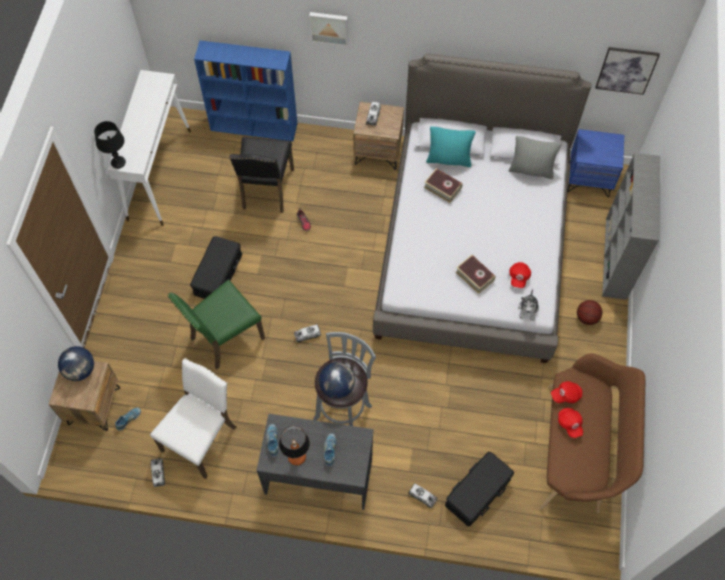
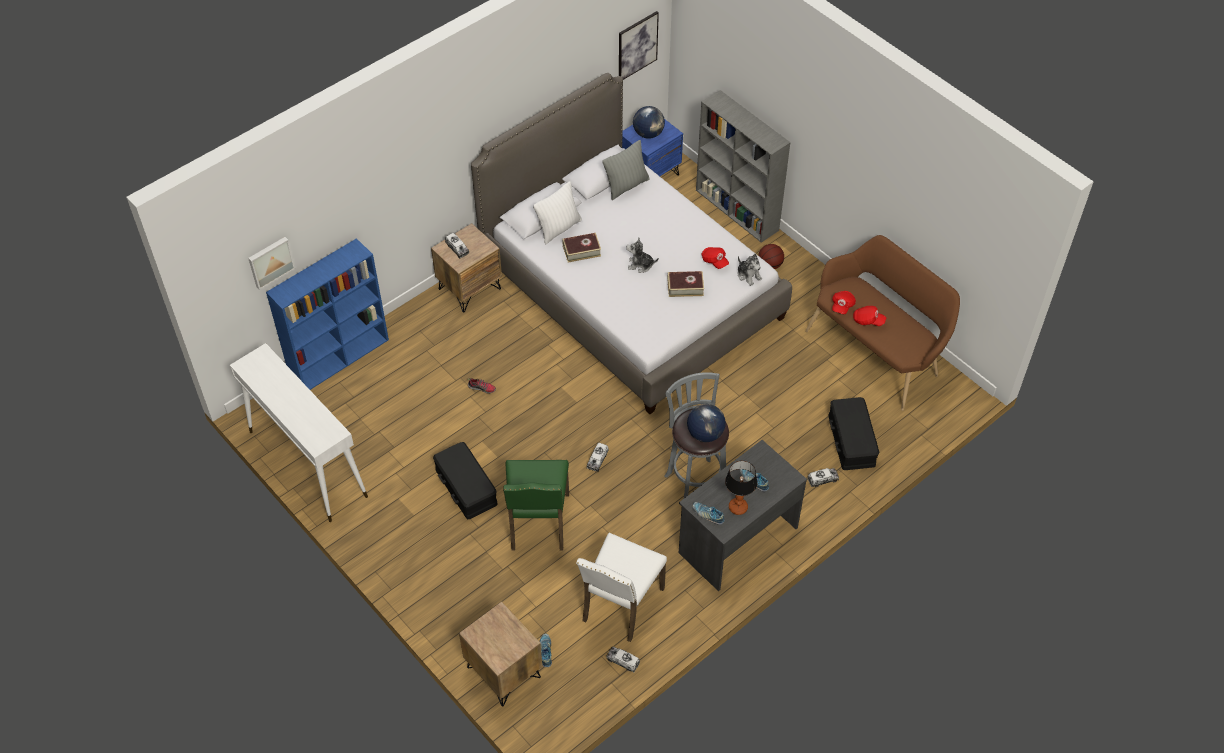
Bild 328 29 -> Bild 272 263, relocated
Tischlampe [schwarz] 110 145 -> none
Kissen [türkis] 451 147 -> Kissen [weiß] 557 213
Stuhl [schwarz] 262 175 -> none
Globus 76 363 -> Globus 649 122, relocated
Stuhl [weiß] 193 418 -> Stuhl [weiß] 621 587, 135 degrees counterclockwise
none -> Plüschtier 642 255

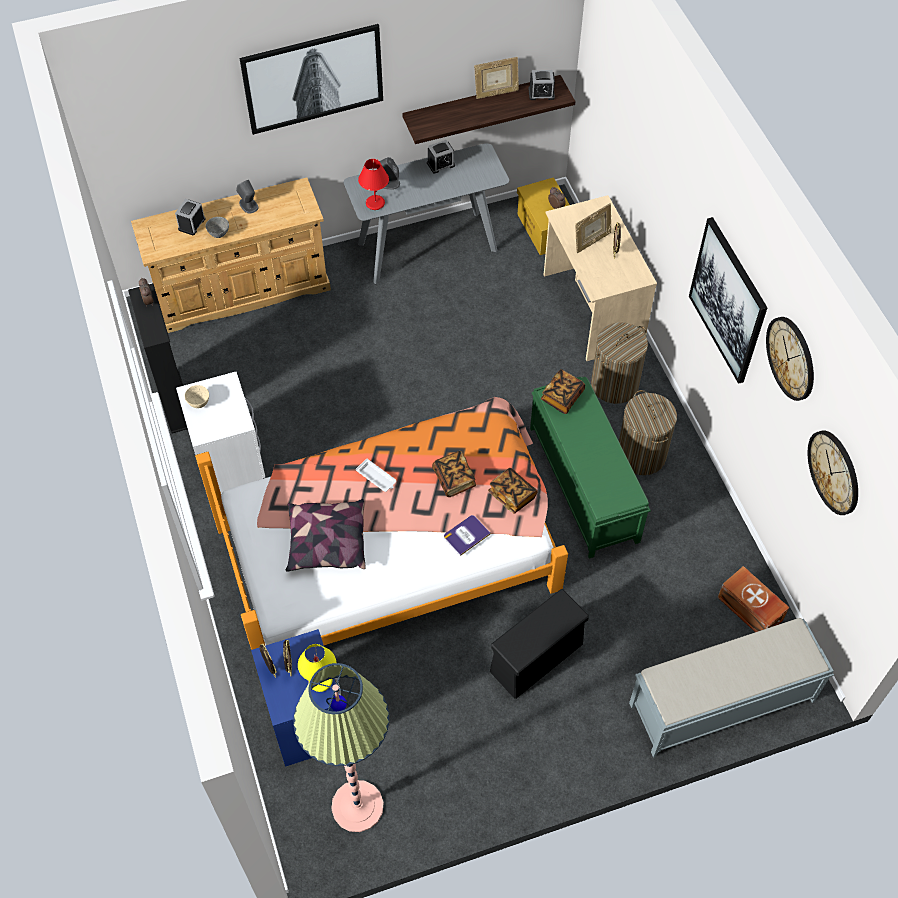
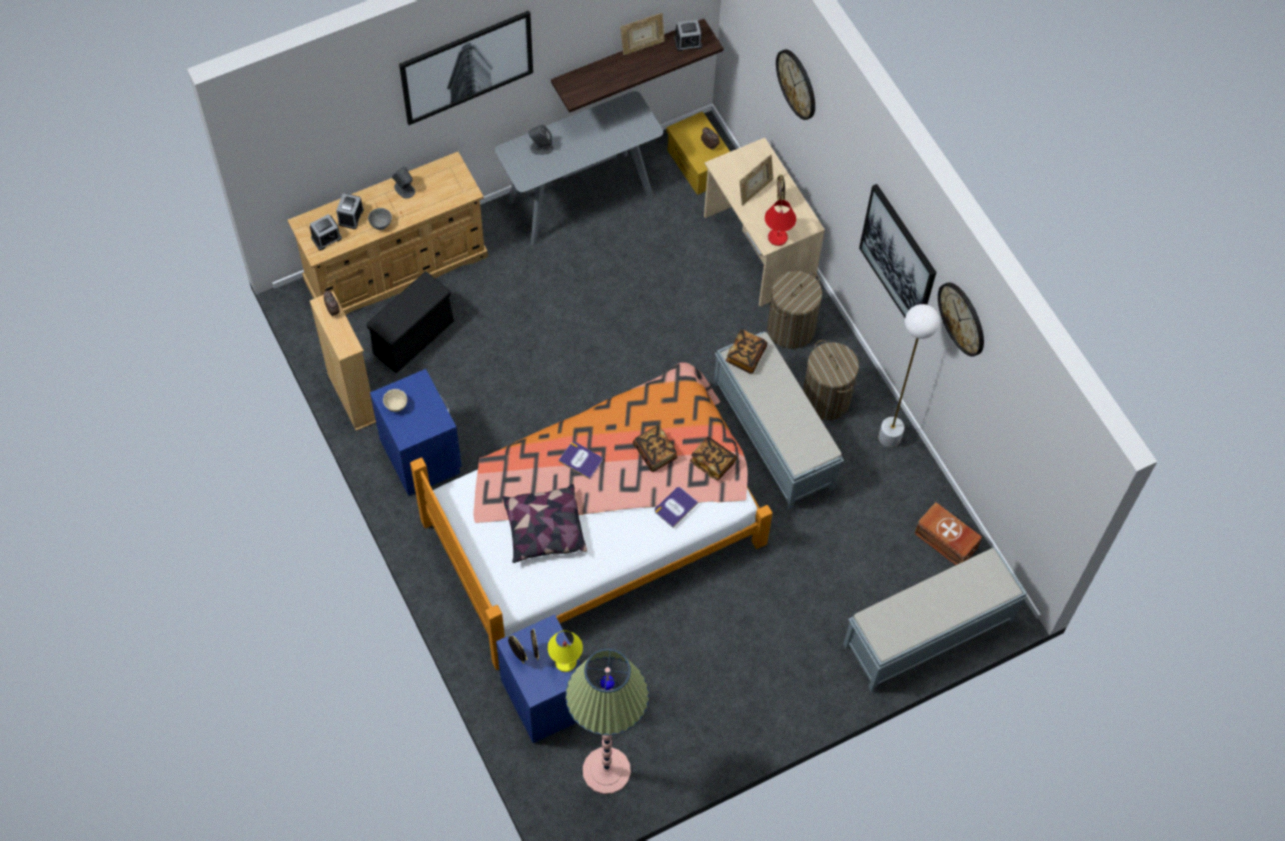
Wecker 441 157 -> Wecker 326 232, relocated
Tischlampe [rot] 373 184 -> Tischlampe [rot] 780 223, relocated
Bücherregal [schwarz] 158 358 -> Bücherregal [beige] 343 361
Nachttisch [weiß] 220 433 -> Nachttisch [blau] 416 432
Bank [grün] 590 468 -> Bank [grau] 779 420
Wanduhr 833 472 -> Wanduhr 795 84, relocated
Tablett [weiß] 376 475 -> Buch 580 460
Aufbewahrungsbox [schwarz] 539 644 -> Aufbewahrungsbox [schwarz] 410 322, relocated
none -> Stehlampe [weiß] 909 376

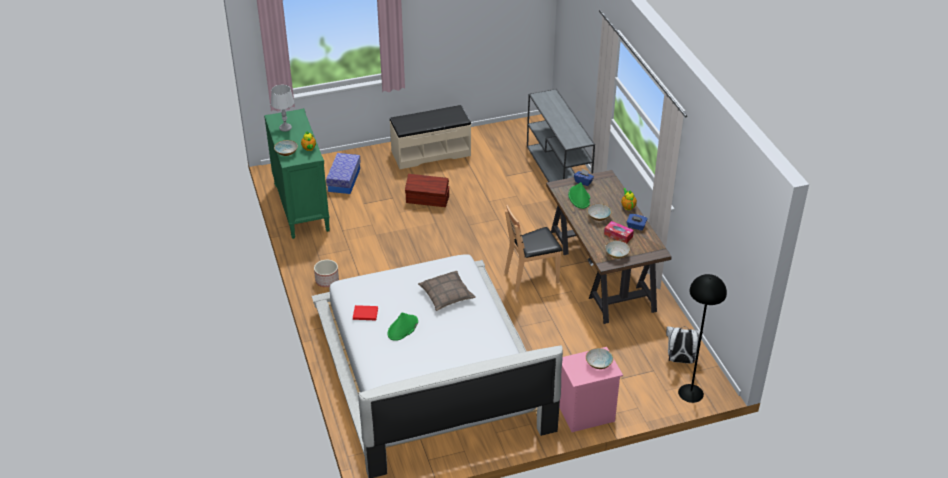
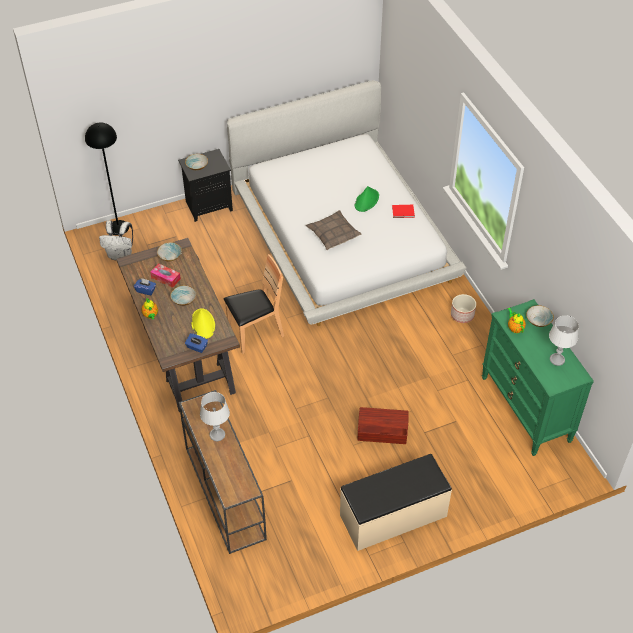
Konsolentisch [grau] 561 135 -> Konsolentisch [braun] 223 472
Aufbewahrungsbox 343 173 -> none
Hut [grün] 579 195 -> Hut [gelb] 203 323
Nachttisch [rosa] 591 389 -> Nachttisch [schwarz] 205 185
none -> Tischlampe [grau] 215 416

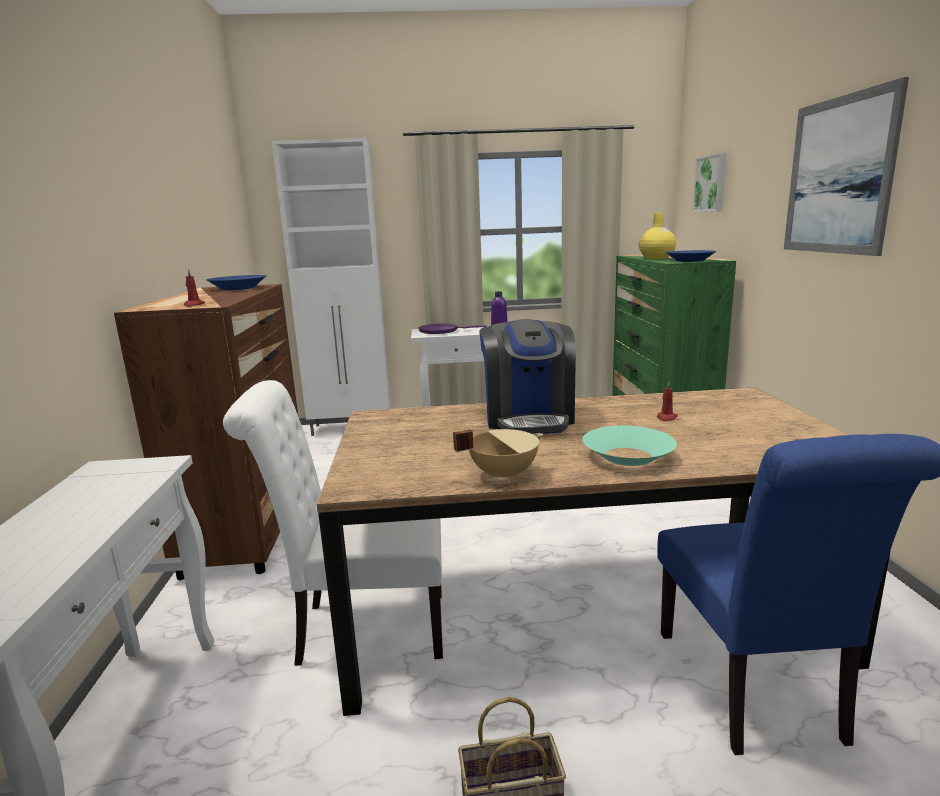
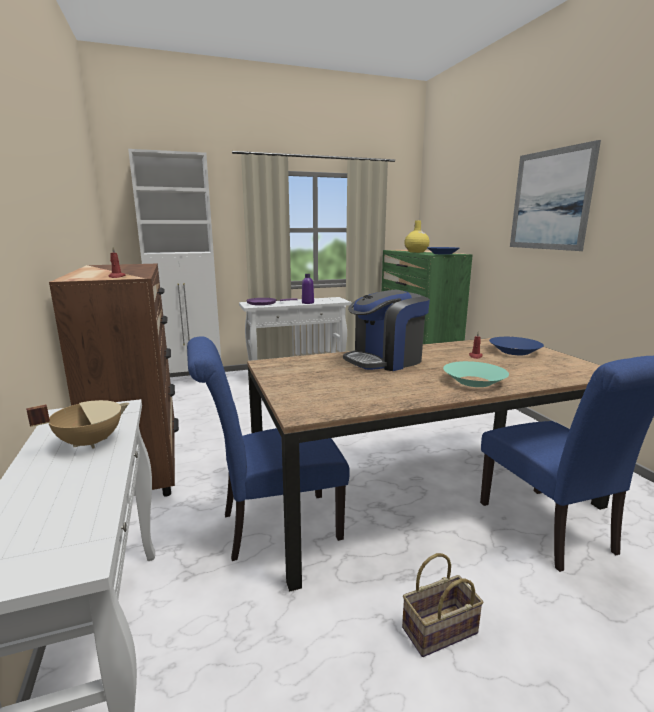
Bild 709 182 -> none
Schüssel [blau] 236 282 -> Schüssel [blau] 516 346, relocated
Kaffeemaschine 527 376 -> Kaffeemaschine 386 330, 75 degrees clockwise
Stuhl [weiß] 333 523 -> Stuhl [blau] 268 448
Kochtopf [beige] 498 455 -> Kochtopf [beige] 77 424, relocated

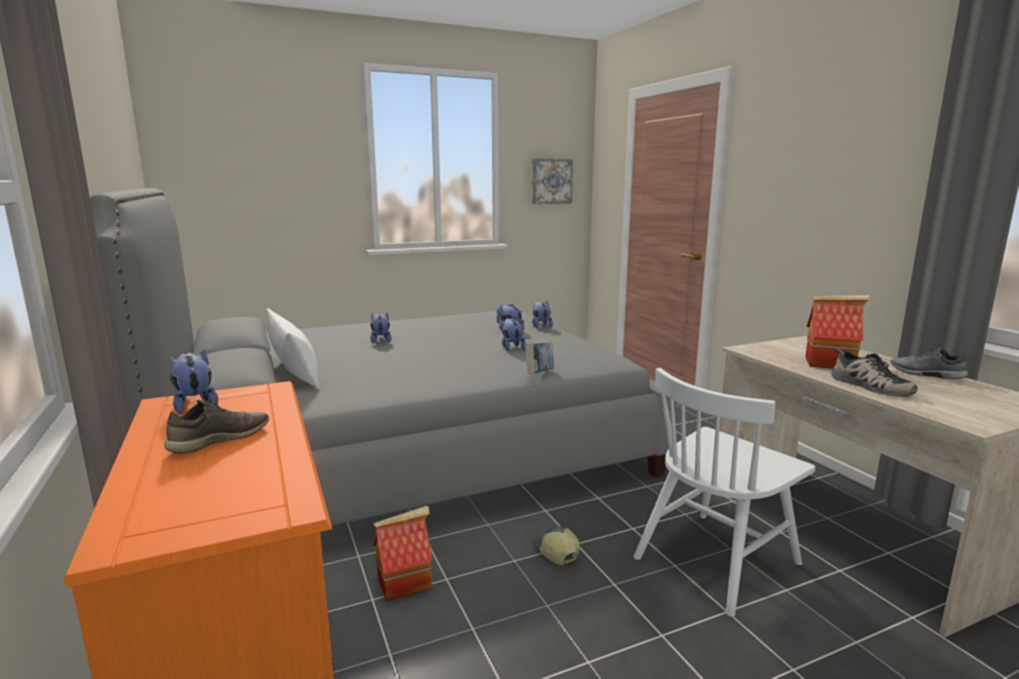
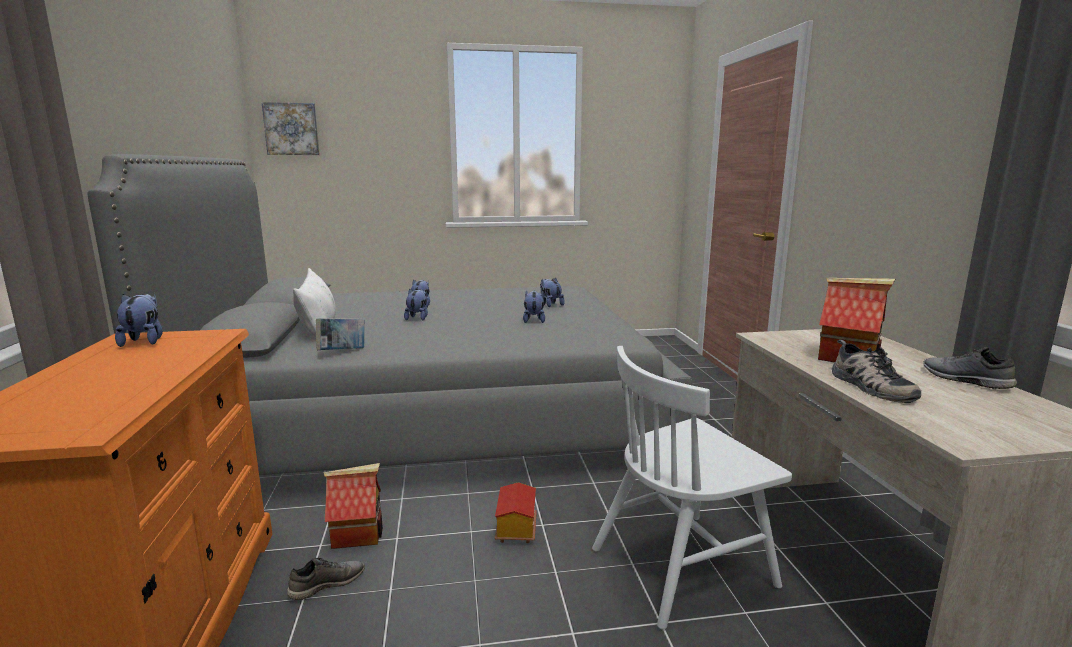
Bild 552 181 -> Bild 291 128, relocated
Plüschtier 542 314 -> Plüschtier 416 305, relocated
Buch 539 358 -> Buch 340 334, relocated
Schuh [grau] 216 426 -> Schuh [grau] 326 579, relocated
Kappe 556 545 -> Spielzeughaus 516 513

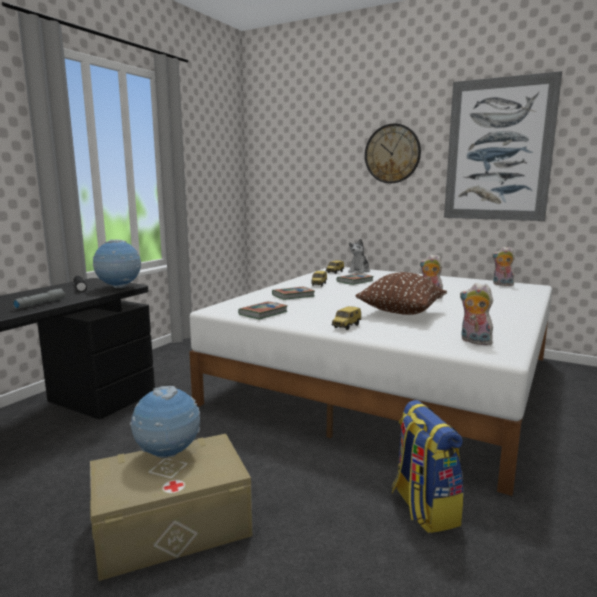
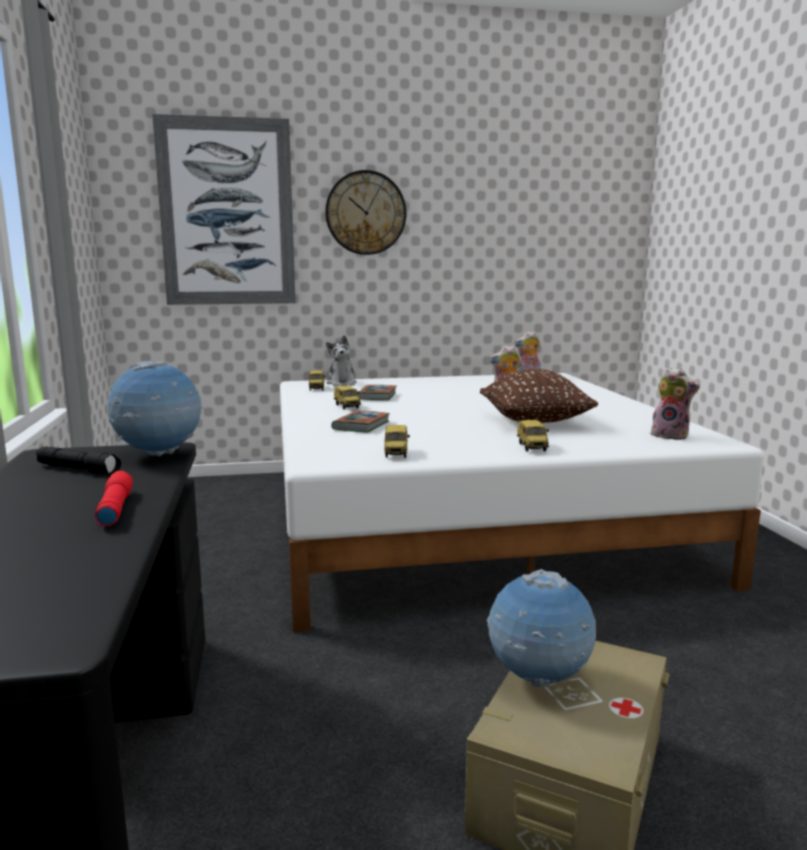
Bild 503 146 -> Bild 224 209, relocated
Plüschtier 476 314 -> Plüschtier 674 403, 150 degrees counterclockwise
Taschenlampe [grau] 39 299 -> Taschenlampe [rot] 114 498
Buch 263 310 -> Spielzeugauto 397 441
Rucksack 428 466 -> none

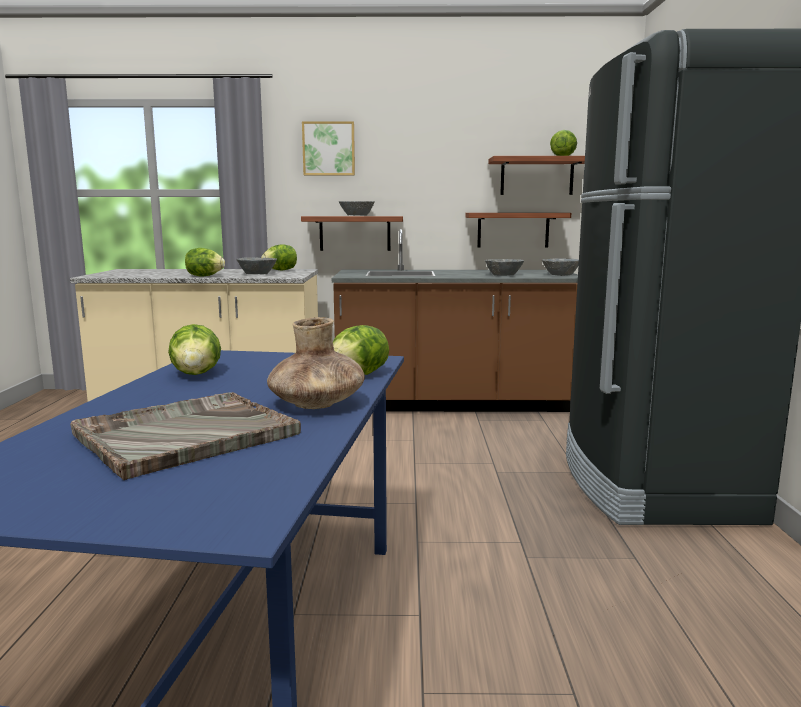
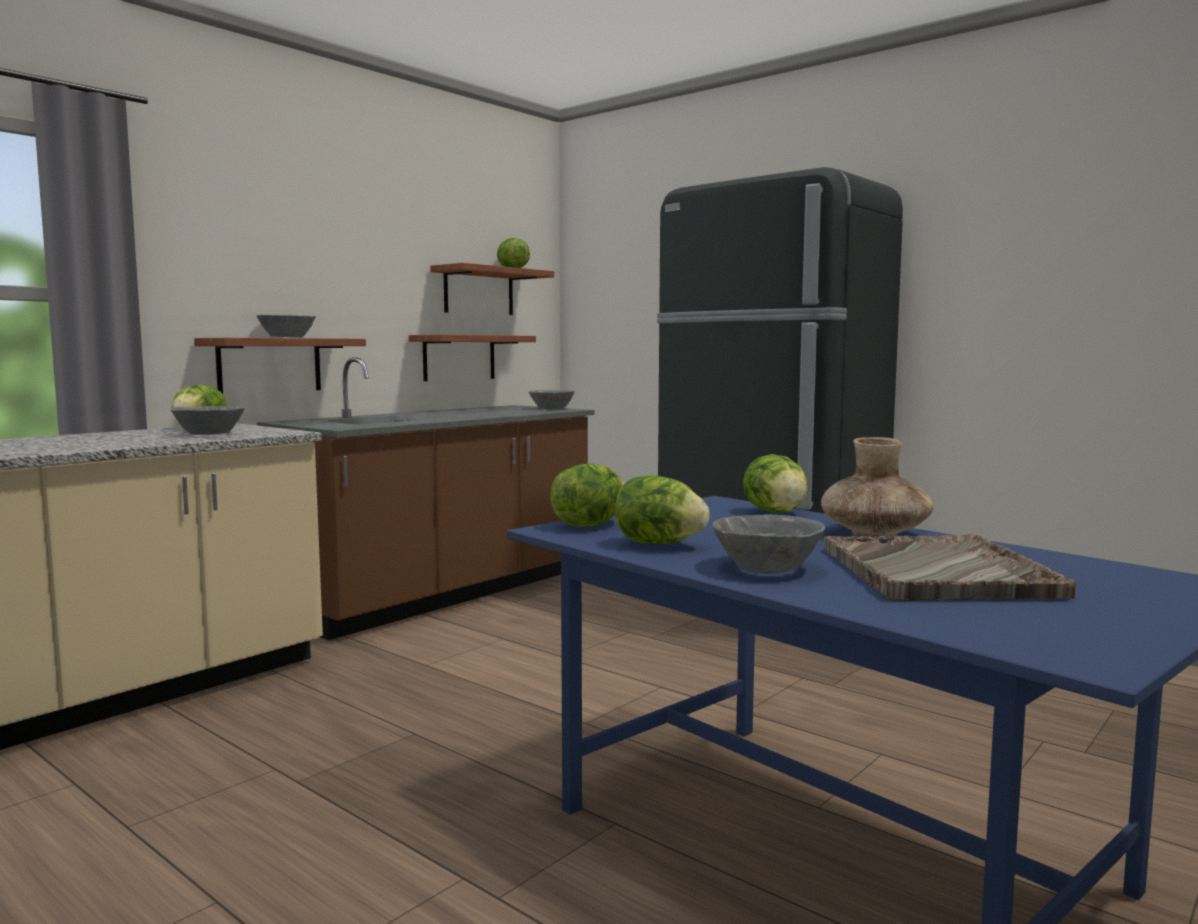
Bild 328 148 -> none
Salatkopf 205 262 -> Salatkopf 587 495, relocated
Schüssel [grau] 504 267 -> Schüssel [grau] 768 544, relocated

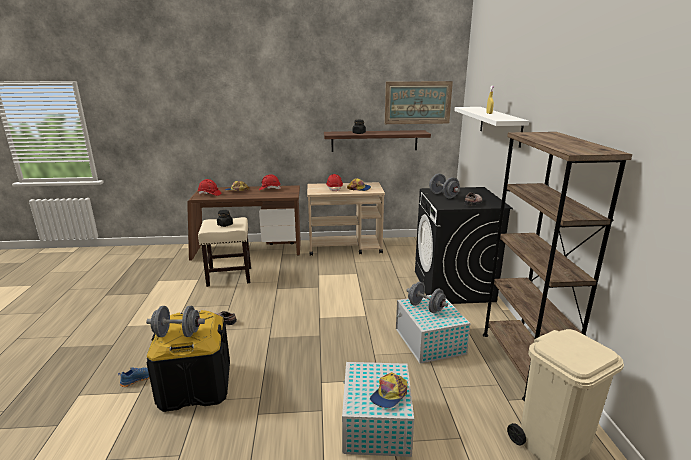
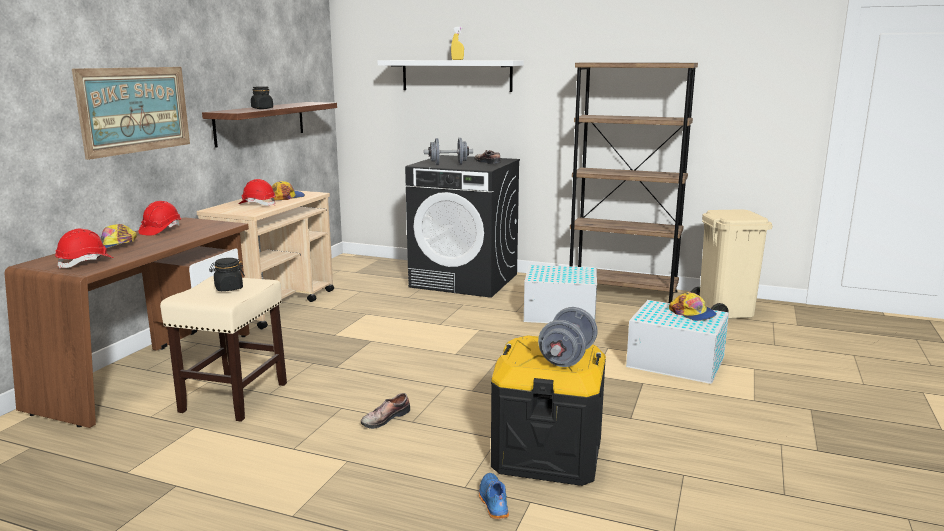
Bild 419 102 -> Bild 131 113, relocated
Hantel [grau] 427 297 -> none

